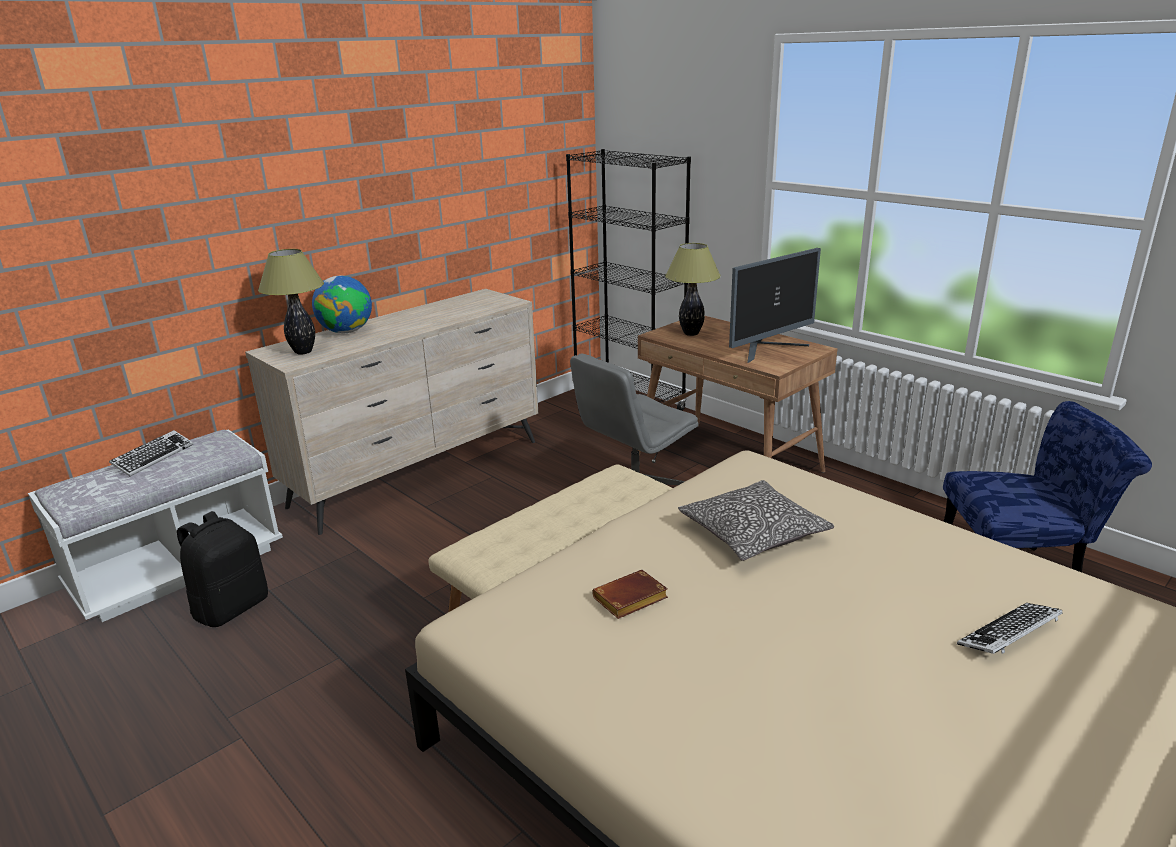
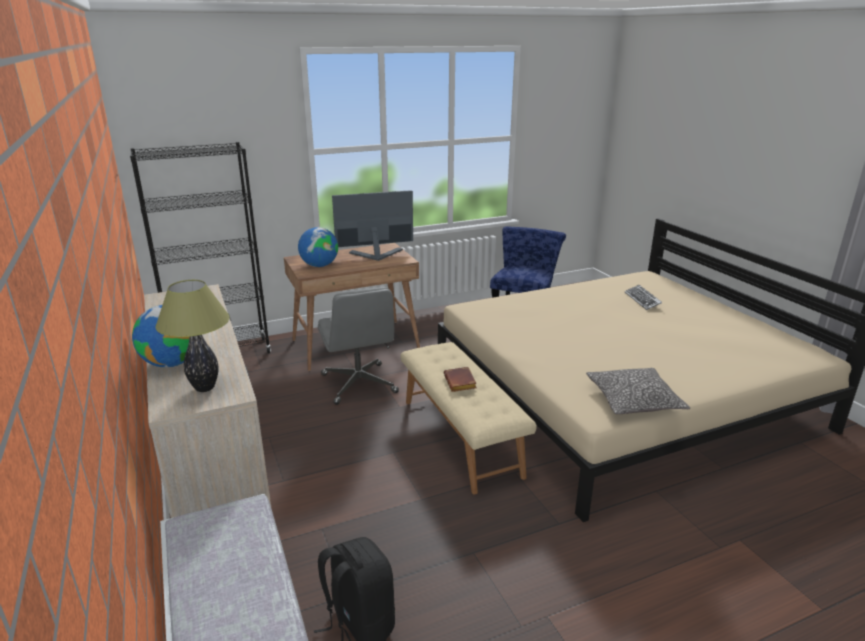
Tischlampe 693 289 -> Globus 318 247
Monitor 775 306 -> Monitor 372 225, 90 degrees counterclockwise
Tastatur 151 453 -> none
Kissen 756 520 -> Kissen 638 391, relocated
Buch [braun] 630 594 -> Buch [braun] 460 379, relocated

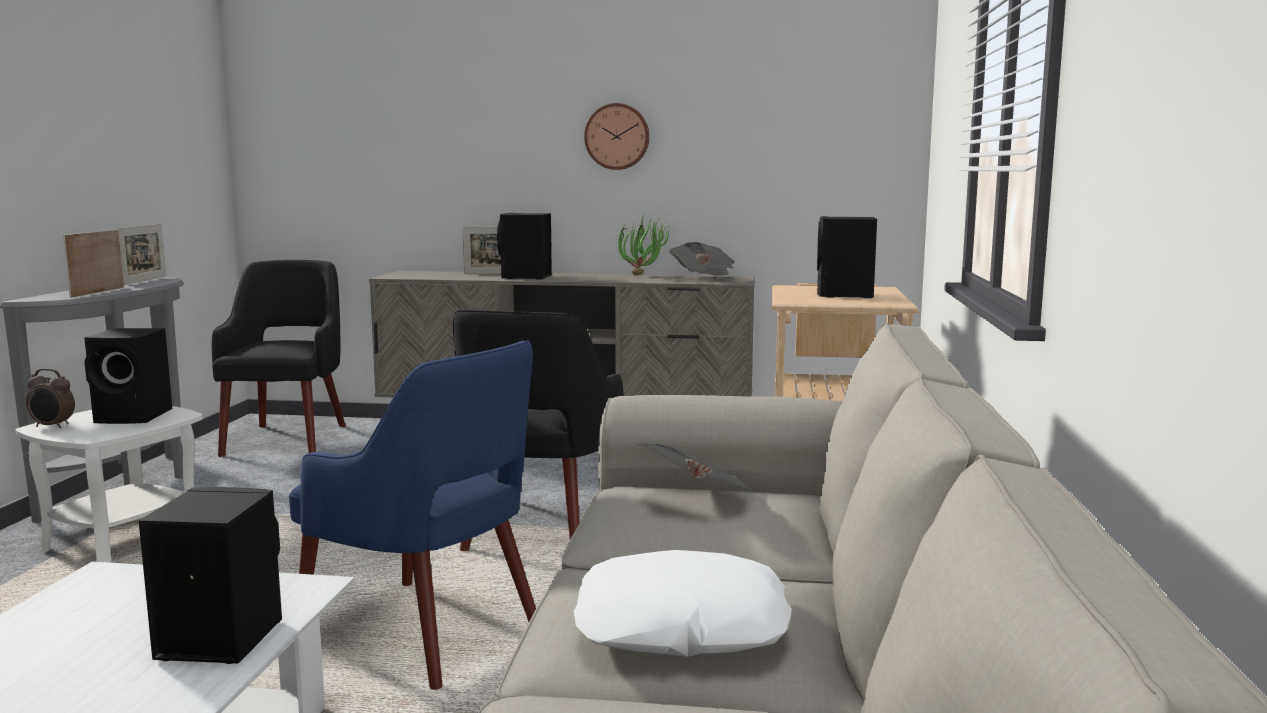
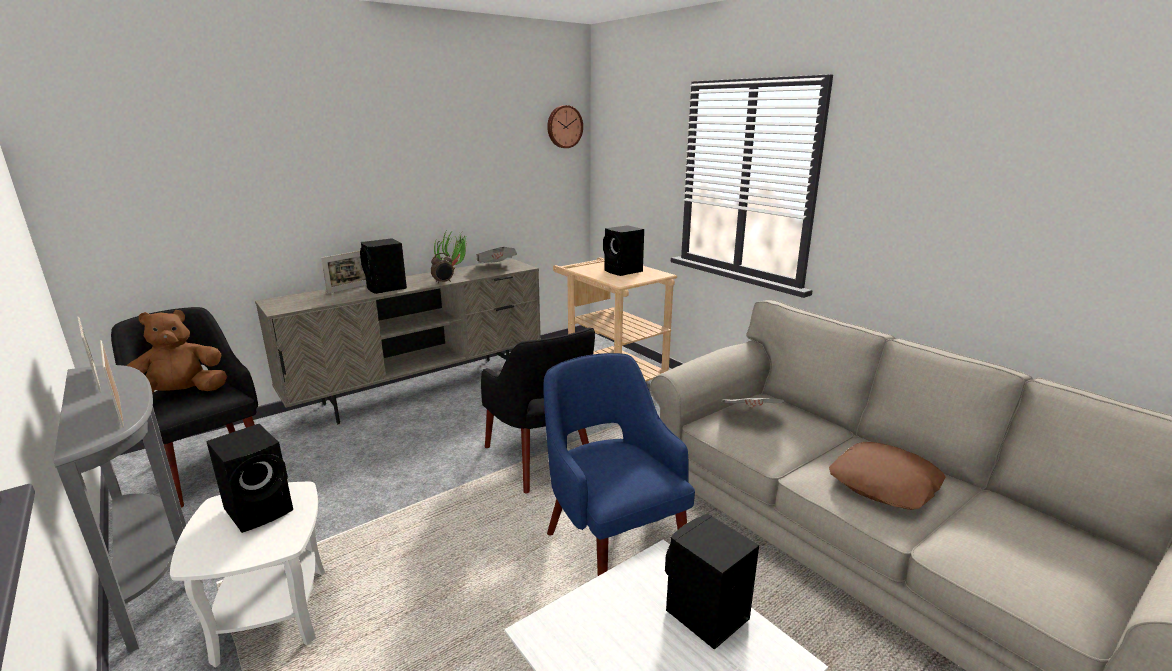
Wanduhr 617 136 -> Wanduhr 565 126, relocated
Sessel [blau] 412 515 -> Sessel [blau] 619 464, 105 degrees counterclockwise
Wecker 50 398 -> Wecker 442 268, relocated
Kissen [weiß] 682 603 -> Kissen [braun] 887 476
none -> Plüschtier [braun] 177 352

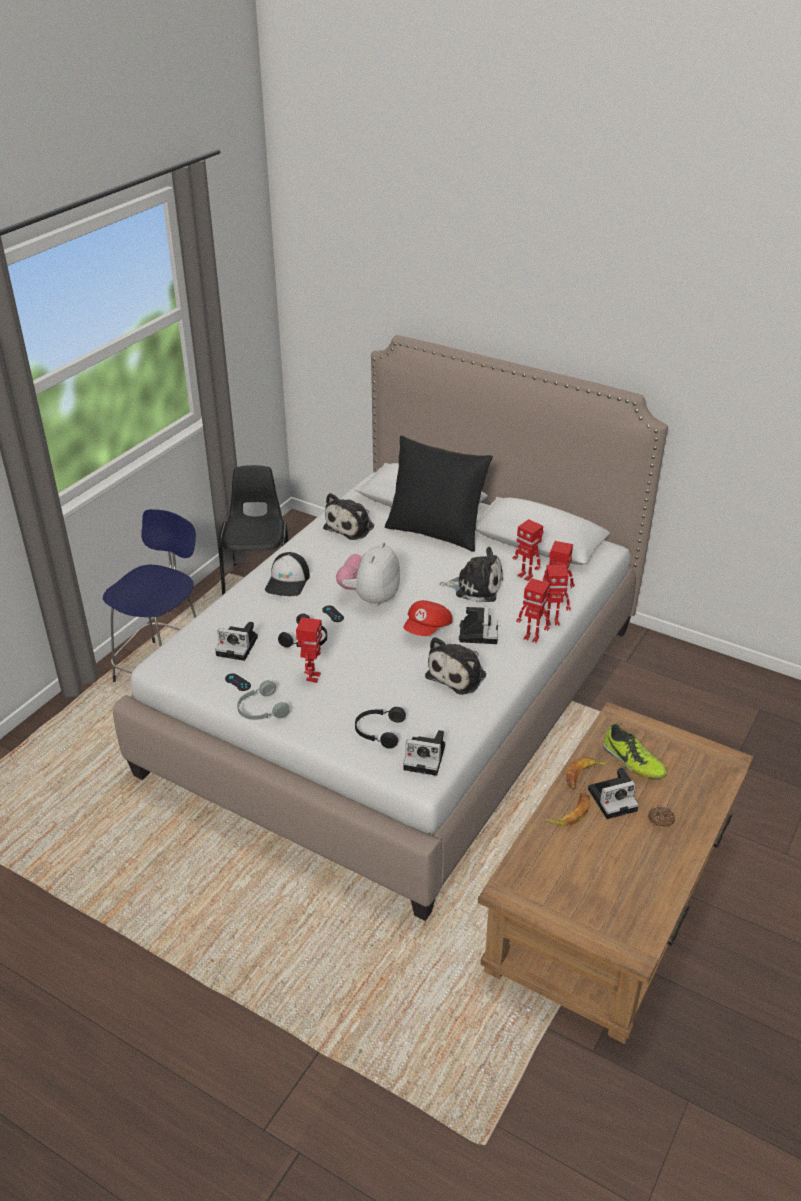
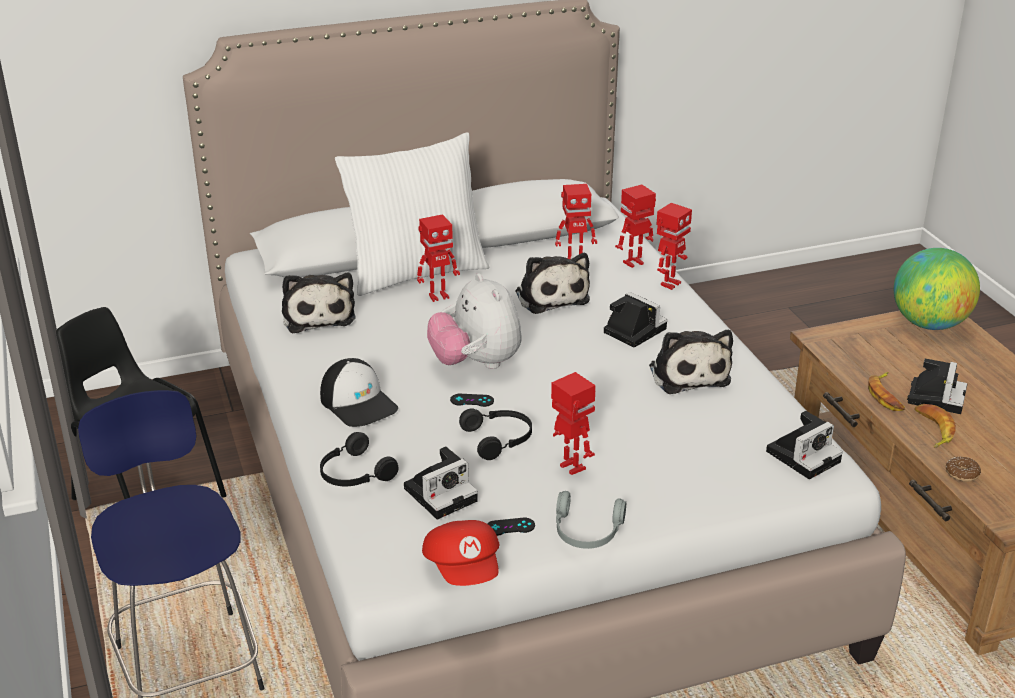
Kissen [schwarz] 439 494 -> Kissen [weiß] 412 214
Plüschtier 471 574 -> Plüschtier 552 283, 105 degrees clockwise
Spielzeugroboter 533 610 -> Spielzeugroboter 438 258, relocated
Kappe [rot] 428 618 -> Kappe [rot] 460 553, relocated
Kopfhörer [schwarz] 380 728 -> Kopfhörer [schwarz] 359 459, relocated
Schuh 635 751 -> none
Donut 661 817 -> Donut 963 469, relocated
none -> Globus 937 289

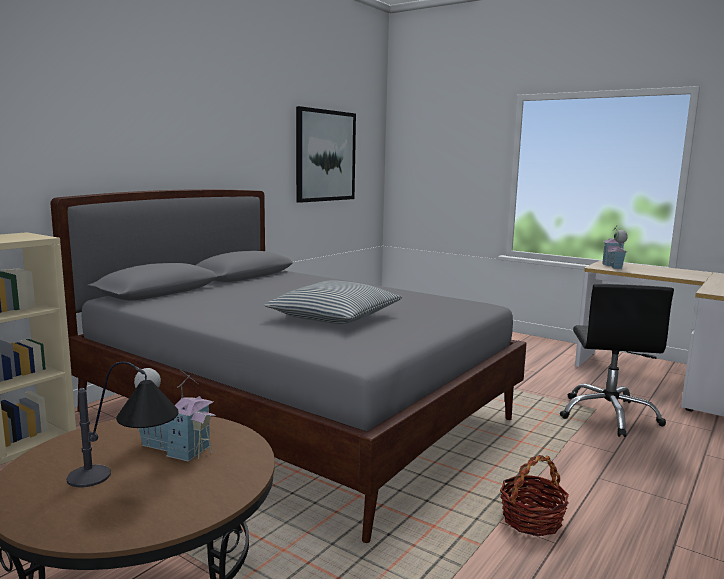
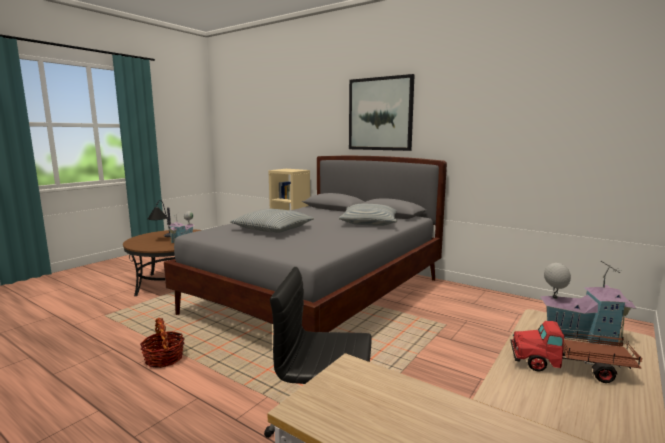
Bild 326 154 -> Bild 382 112, relocated
none -> Kissen 368 215
none -> Spielzeuglaster 576 352

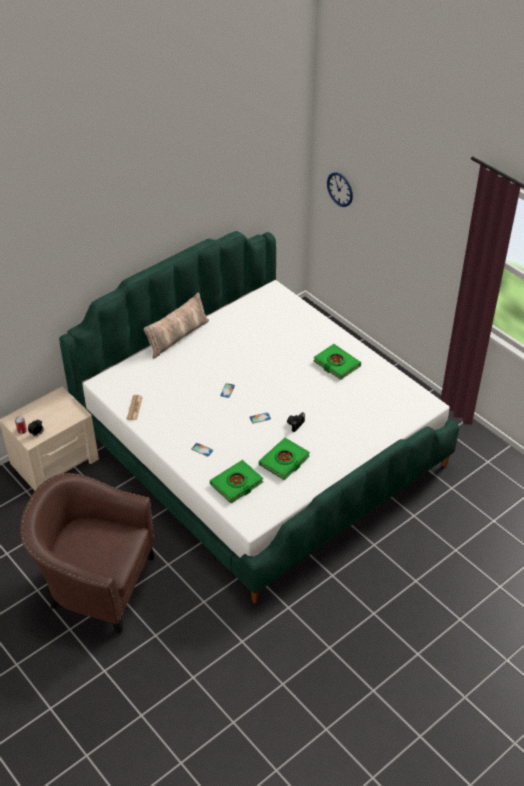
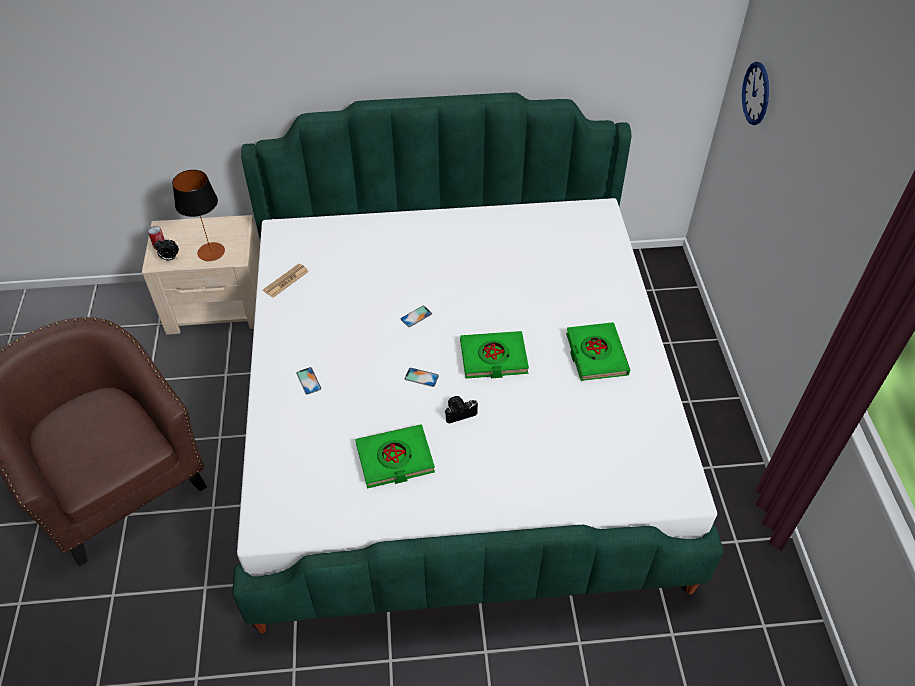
Kissen 176 326 -> none
Buch [grün] 236 481 -> Buch [grün] 494 355, relocated
none -> Tischlampe 198 215

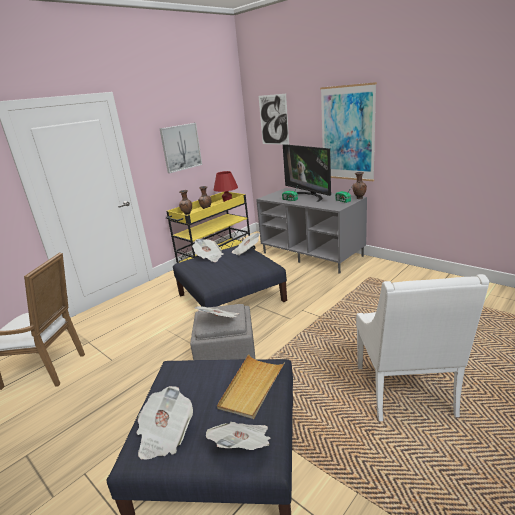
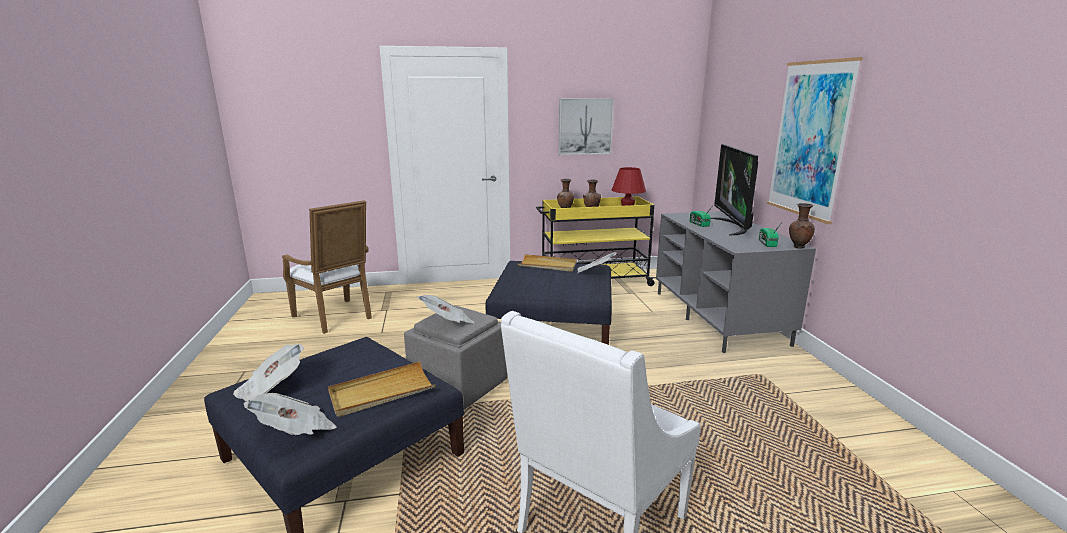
Bild 274 119 -> none
Zeitung 208 250 -> Tablett [beige] 547 263

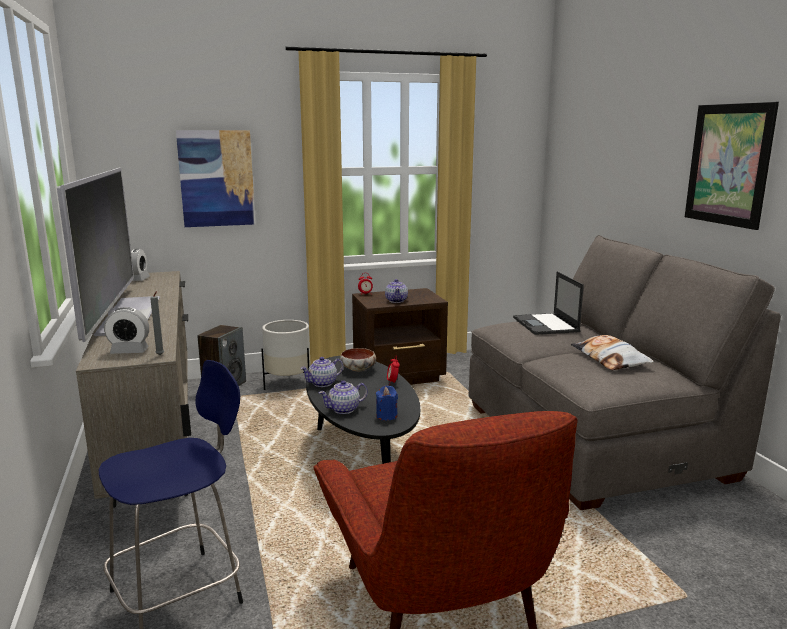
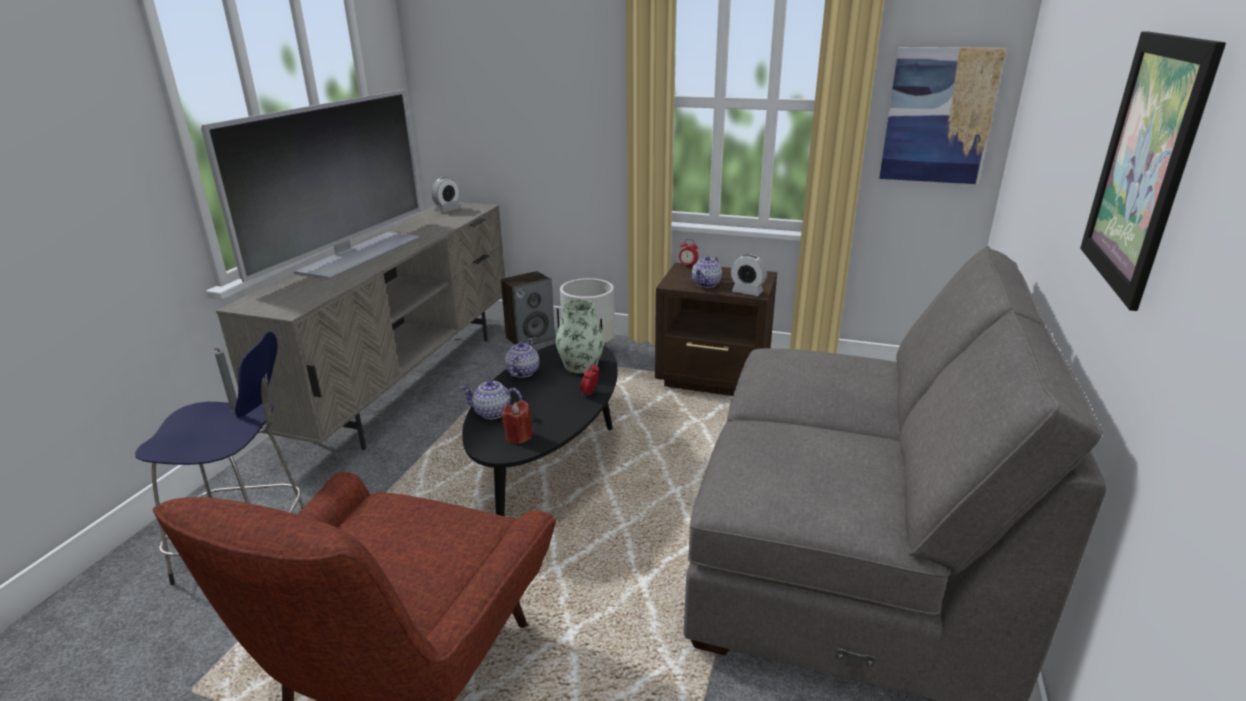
Bild 215 178 -> Bild 942 115, relocated
Laptop 548 303 -> none
Kerze [grau] 157 323 -> Kerze [grau] 225 380, relocated
Wecker 126 330 -> Wecker 749 275, relocated
Kissen 612 352 -> none
Schüssel 358 359 -> Vase 580 336
Teekanne 321 372 -> Teekanne 522 358, 105 degrees clockwise
Kerze [blau] 387 403 -> Kerze [rot] 517 422

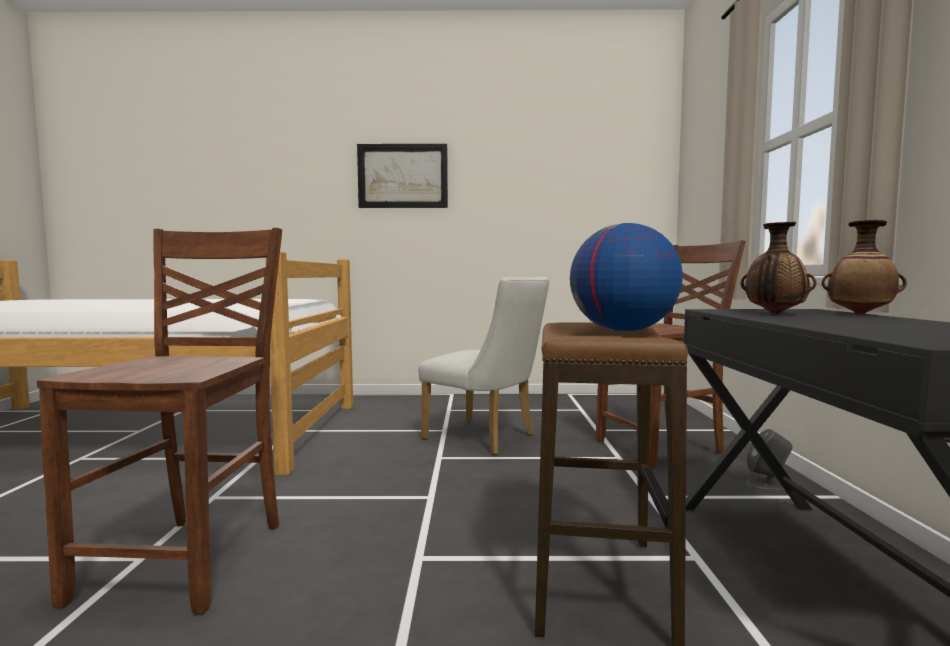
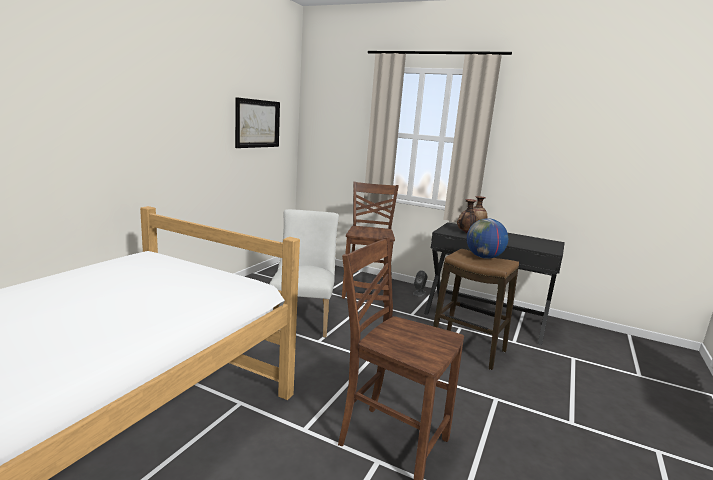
Bild 402 176 -> Bild 257 122, relocated
Stuhl [weiß] 484 366 -> Stuhl [weiß] 304 273, 60 degrees counterclockwise

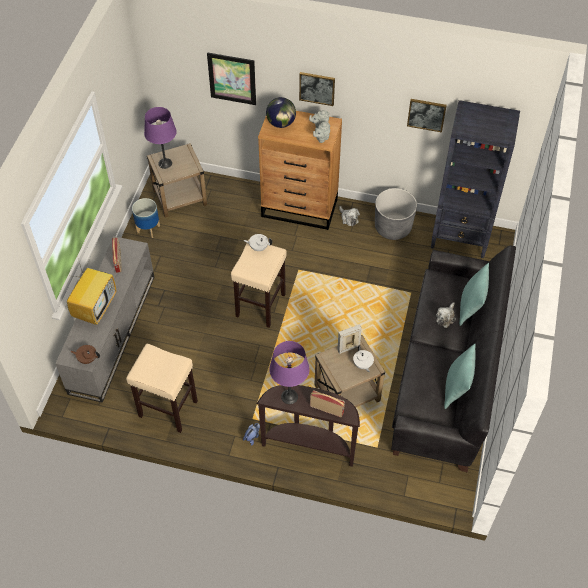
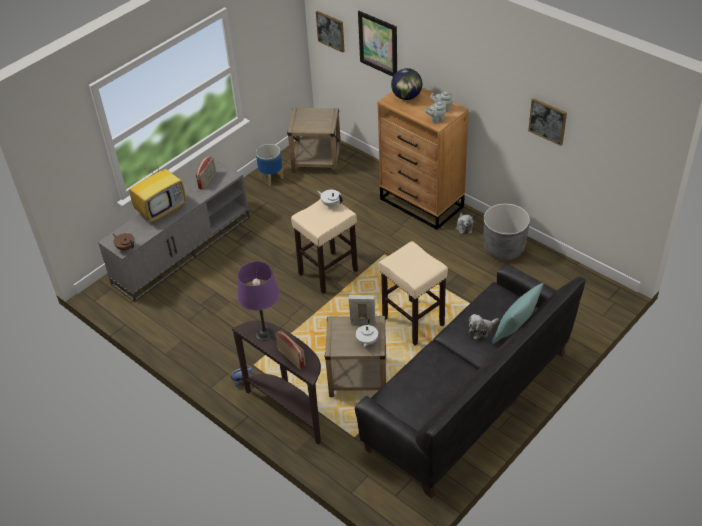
Bild 317 89 -> Bild 330 32, relocated
Bücherregal [schwarz] 475 179 -> none
Tischlampe [lila] 160 138 -> none
Kissen [türkis] 460 376 -> none
Hocker [beige] 162 388 -> Hocker [beige] 413 293, relocated

